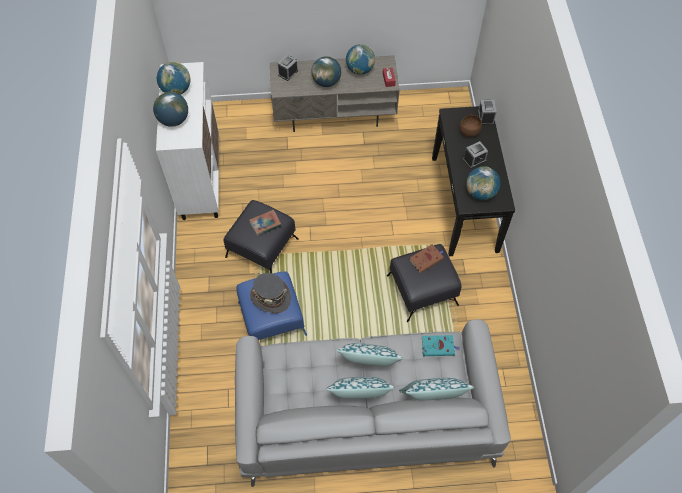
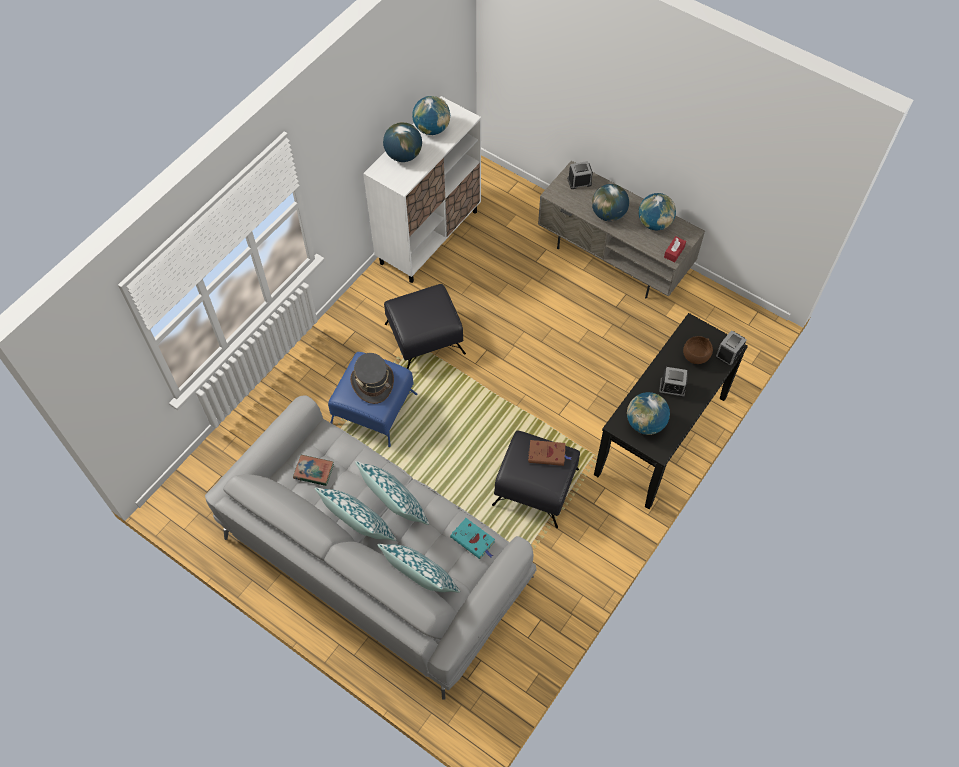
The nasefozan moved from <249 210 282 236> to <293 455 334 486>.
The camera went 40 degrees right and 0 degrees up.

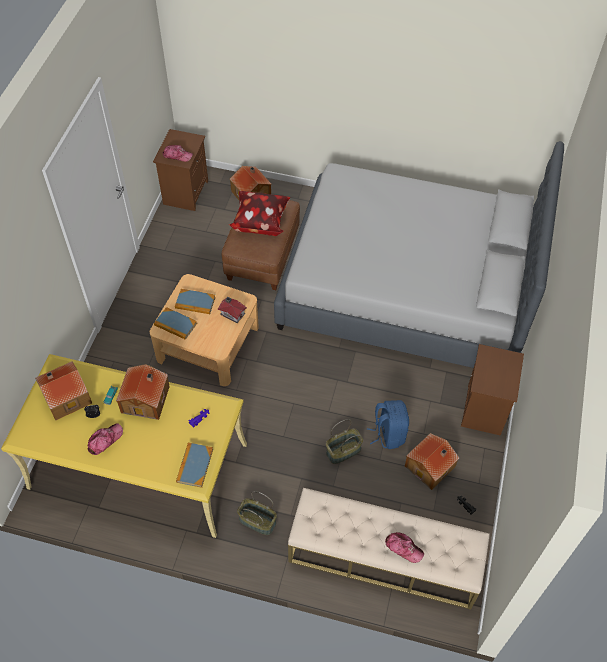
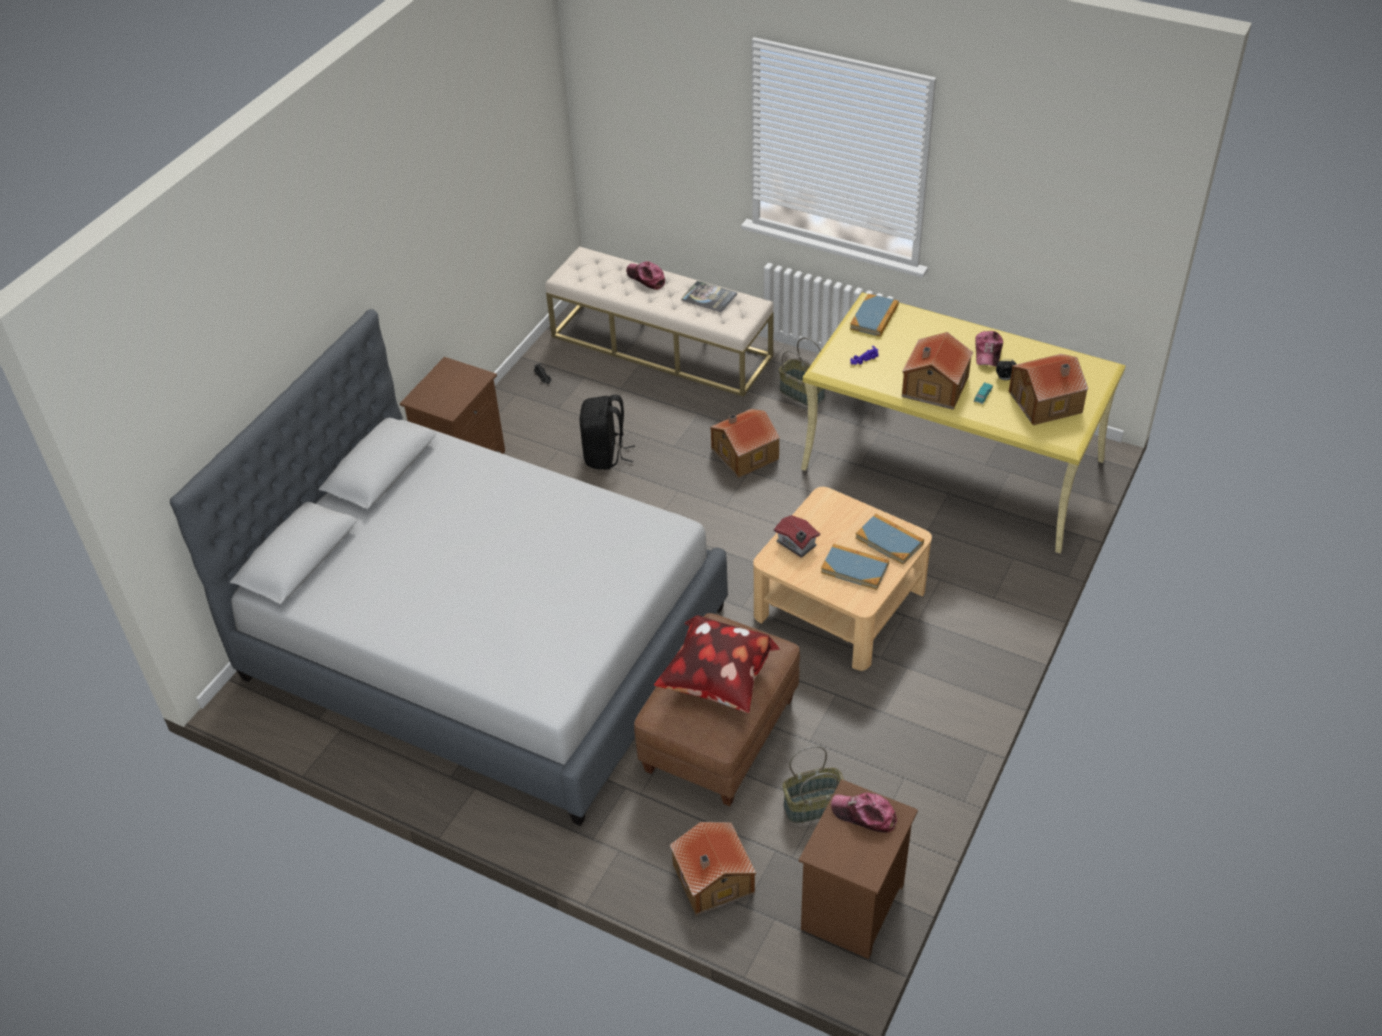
The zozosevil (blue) at <367 400 409 449> became the zozosevil (black) at <580 395 635 470>.
The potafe moved from <326 419 363 464> to <782 746 844 823>.
The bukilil at <88 423 123 455> turned 45 degrees counterclockwise.
The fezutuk moved from <405 433 459 490> to <710 409 780 478>.
The nasefozan at <681 281 737 313> appeared.
The camera went 165 degrees left and 10 degrees down.

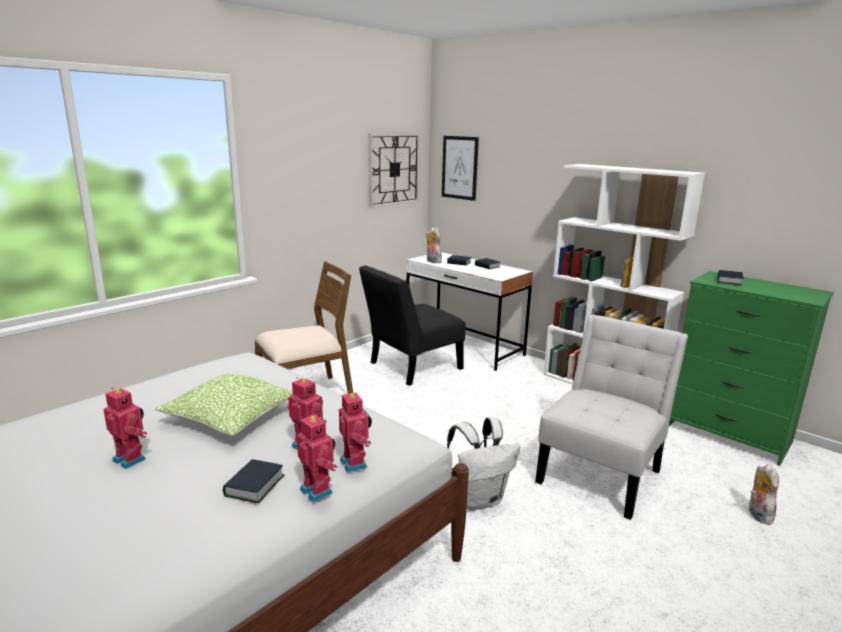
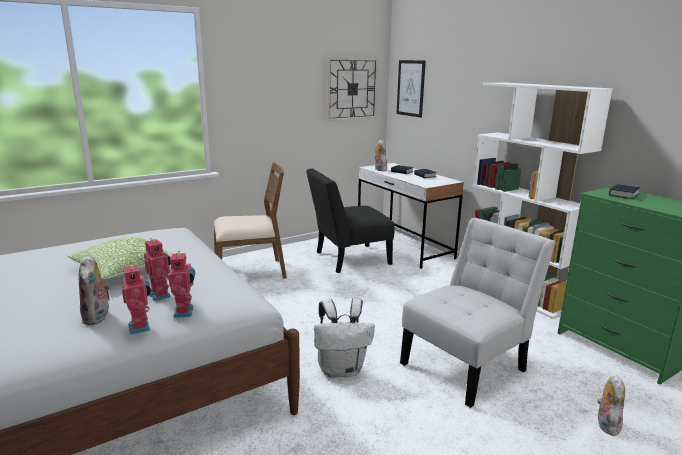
The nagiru at <103 387 147 469> disappeared.
The nasefozan at <223 459 284 503> was replaced by the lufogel at <78 254 110 325>.
The camera went 15 degrees right and 0 degrees up.

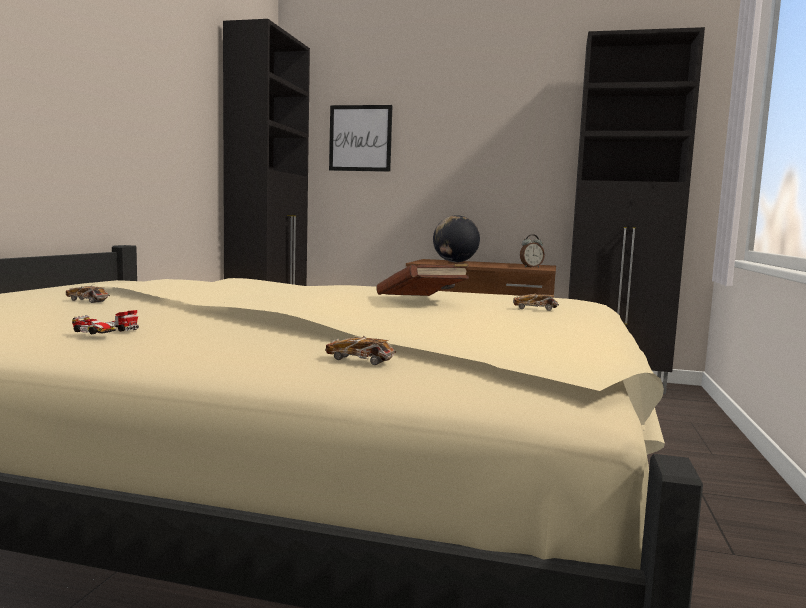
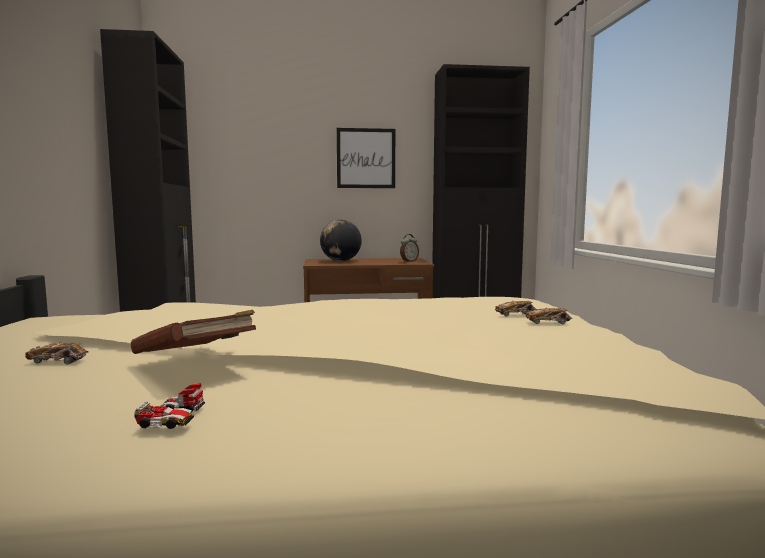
The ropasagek moved from <329 105 393 172> to <337 128 395 188>.
The nasefozan (brown) moved from <376 263 469 296> to <131 310 256 354>.
The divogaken moved from <325 336 397 365> to <526 307 572 324>.
The camera went 20 degrees left and 0 degrees up.

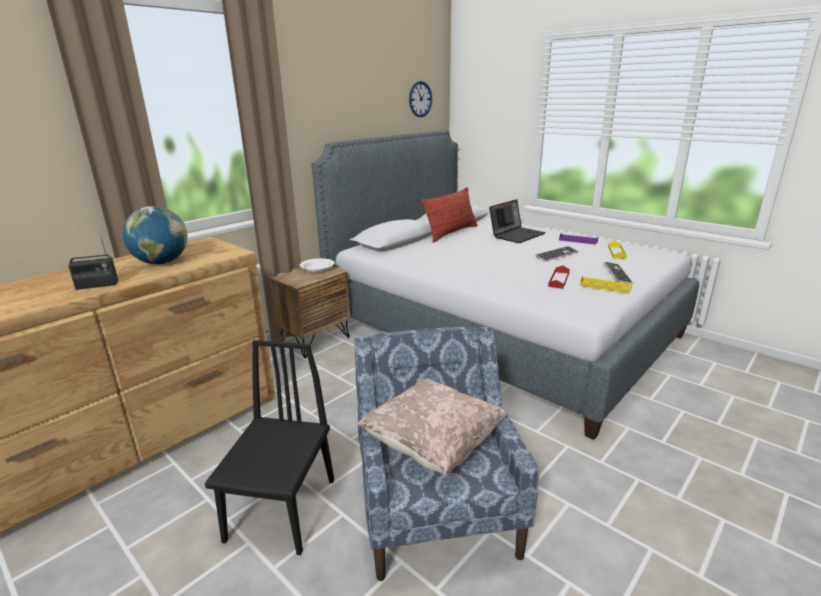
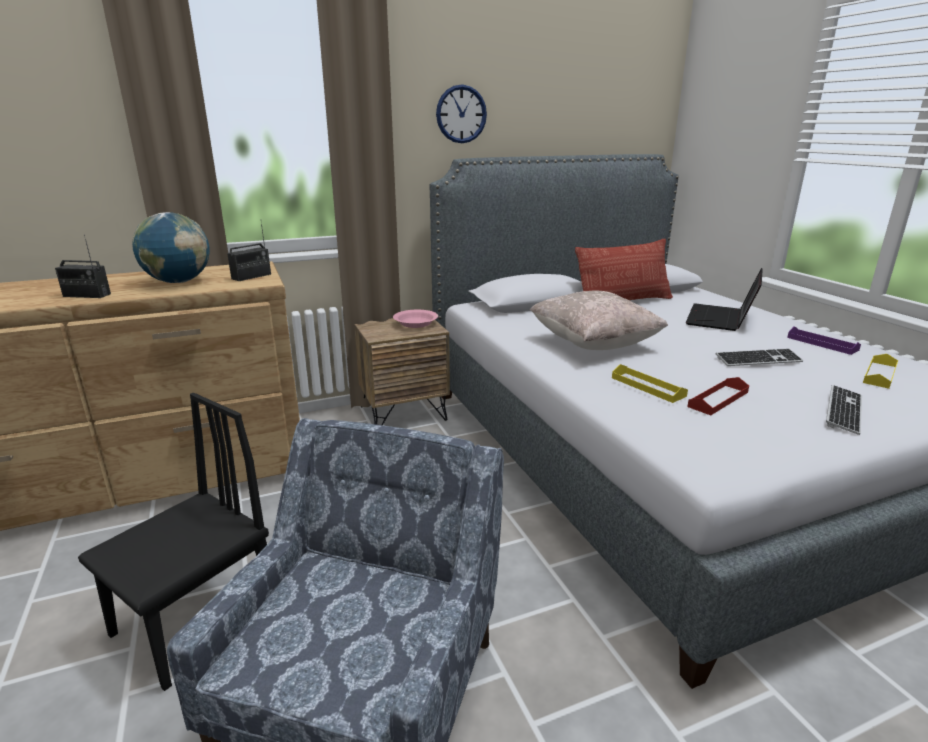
The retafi moved from <409 81 432 117> to <436 84 487 143>.
The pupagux at <489 199 546 243> turned 135 degrees clockwise.
The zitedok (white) at <300 258 335 273> became the zitedok (pink) at <393 310 438 328>.
The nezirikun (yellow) moved from <580 276 632 293> to <612 364 688 403>.
The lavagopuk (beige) moved from <358 379 508 476> to <530 290 668 350>.
The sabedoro at <227 223 271 281> appeared.
The camera went 25 degrees right and 0 degrees up.

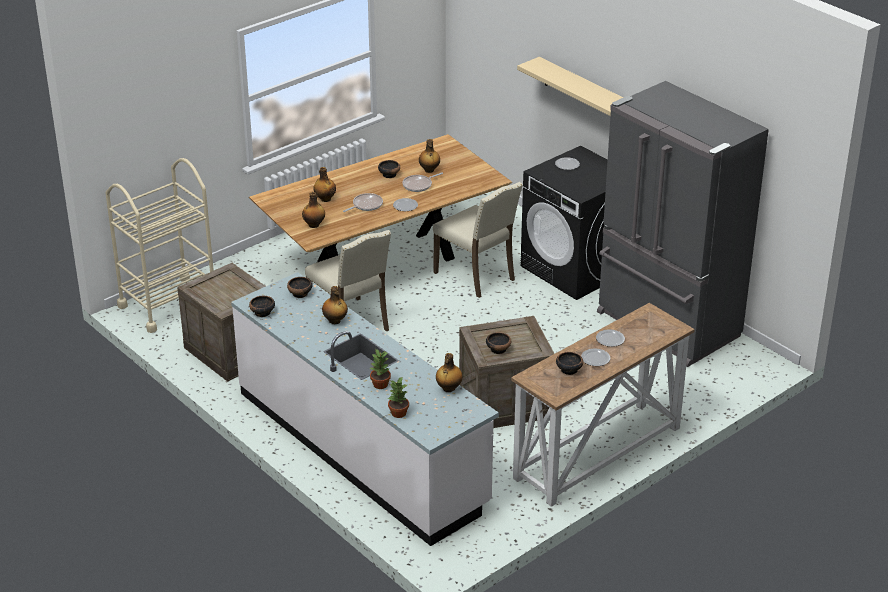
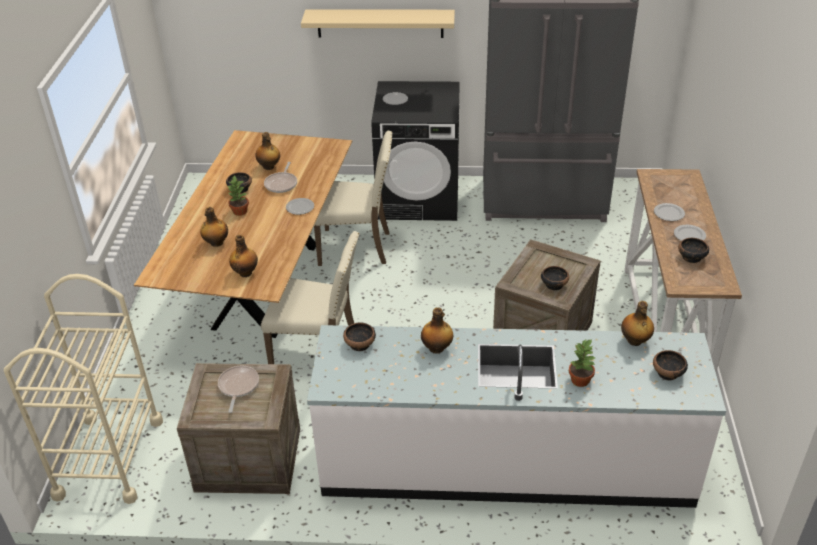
The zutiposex moved from <343 193 383 212> to <218 366 259 413>.
The zitedok moved from <249 296 275 317> to <653 350 688 380>.
The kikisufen moved from <388 376 409 418> to <228 175 249 216>.
The camera went 45 degrees left and 5 degrees up.

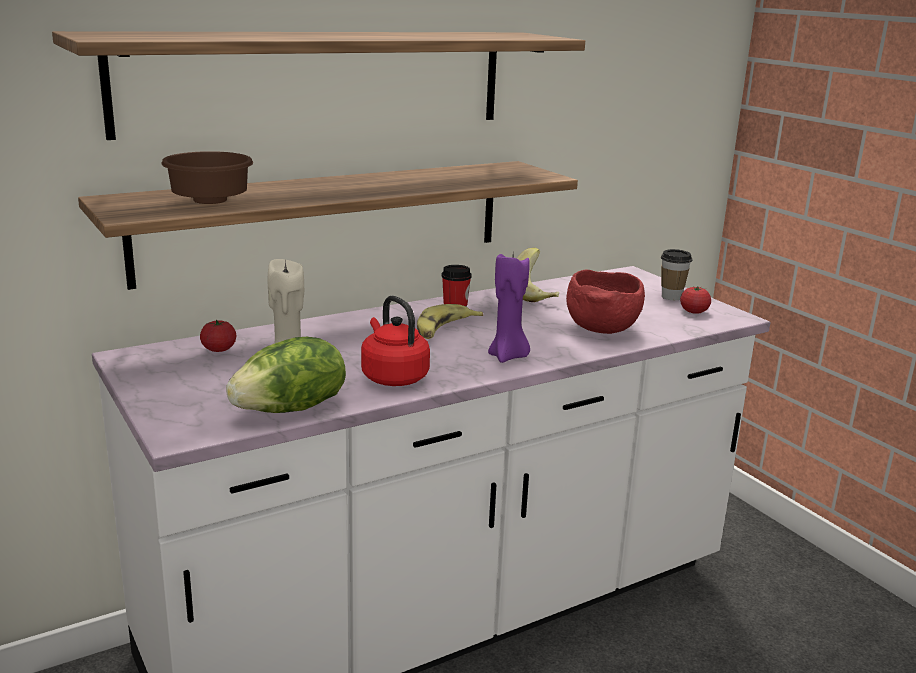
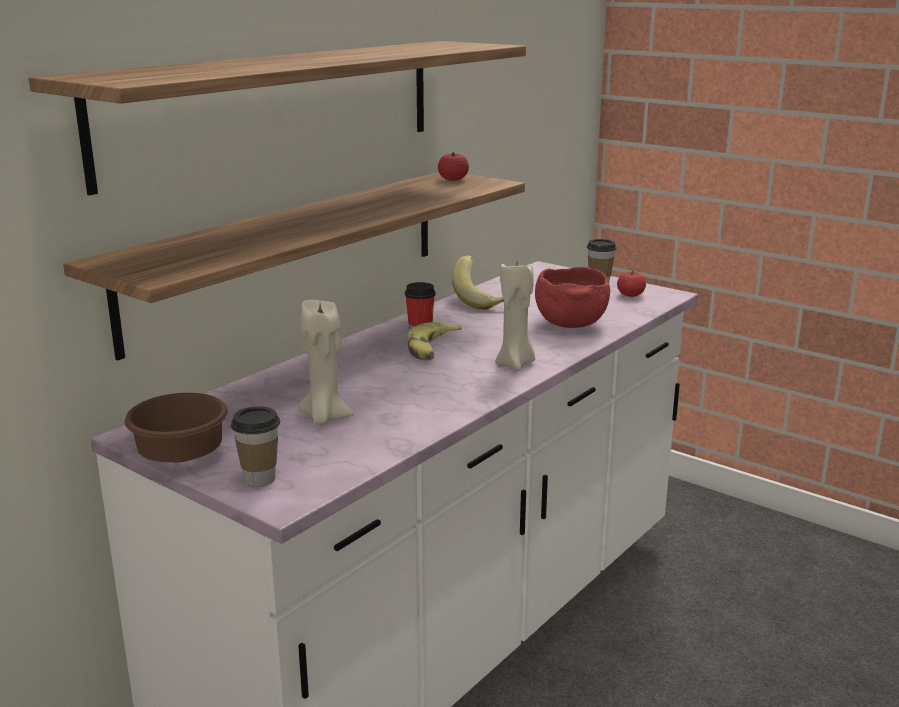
The zitedok (brown) moved from <161 151 253 204> to <125 393 228 462>.
The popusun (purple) at <488 250 530 363> became the popusun (beige) at <496 262 535 371>.
The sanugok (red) at <361 296 430 386> disappeared.
The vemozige moved from <200 320 236 352> to <438 151 469 181>.
The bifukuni at <226 337 346 413> disappeared.
The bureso at <231 406 280 487> appeared.
The camera went 20 degrees left and 0 degrees up.

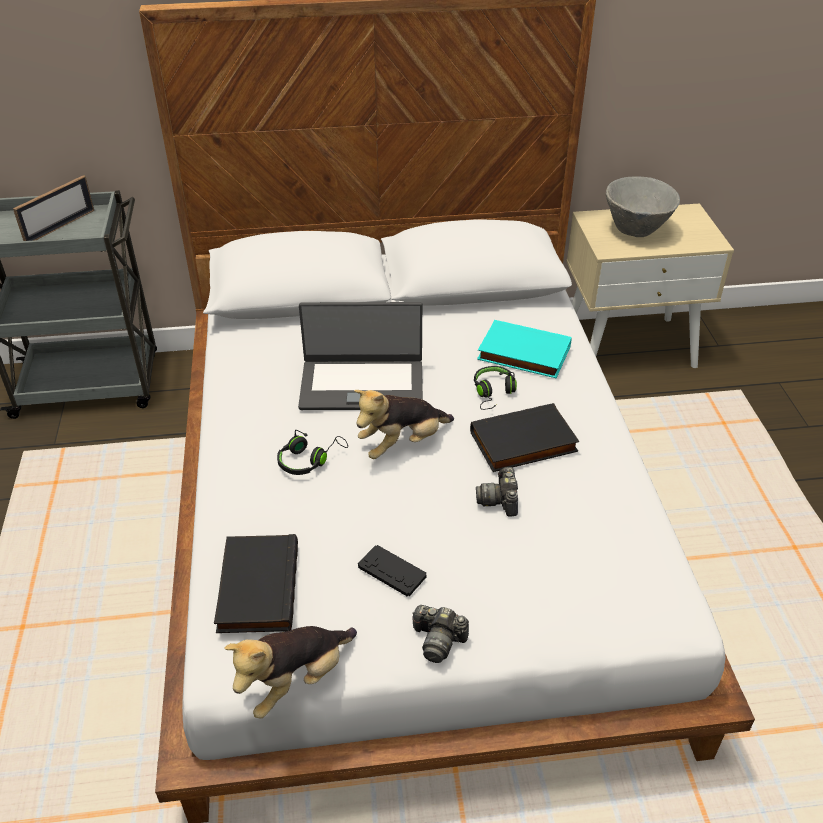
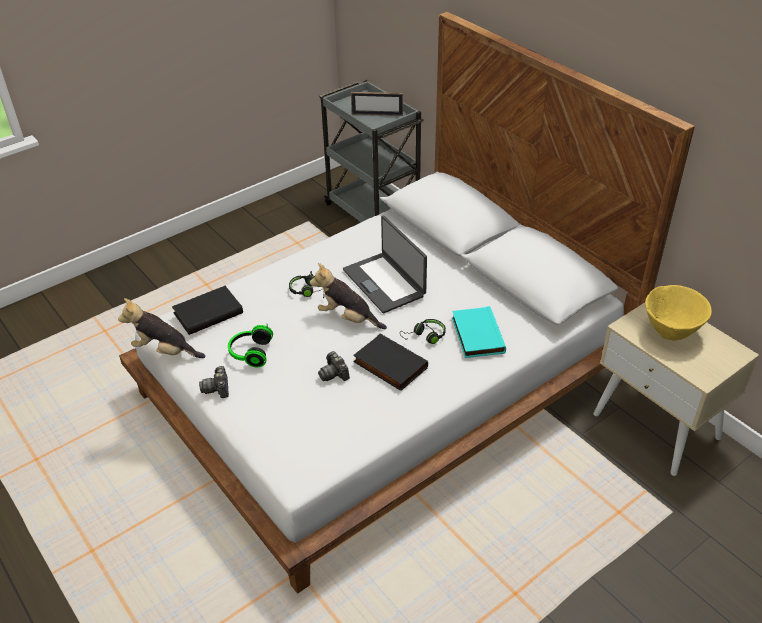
The zitedok (grey) at <606 177 680 237> became the zitedok (yellow) at <645 285 712 341>.
The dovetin at <476 467 518 517> turned 90 degrees counterclockwise.
The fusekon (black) at <358 545 427 596> was replaced by the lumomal at <228 323 273 367>.
The camera went 60 degrees right and 0 degrees up.

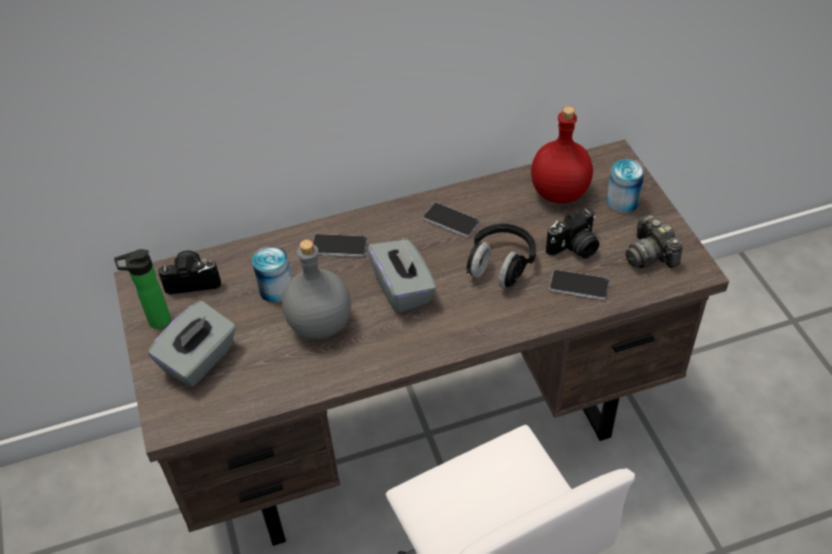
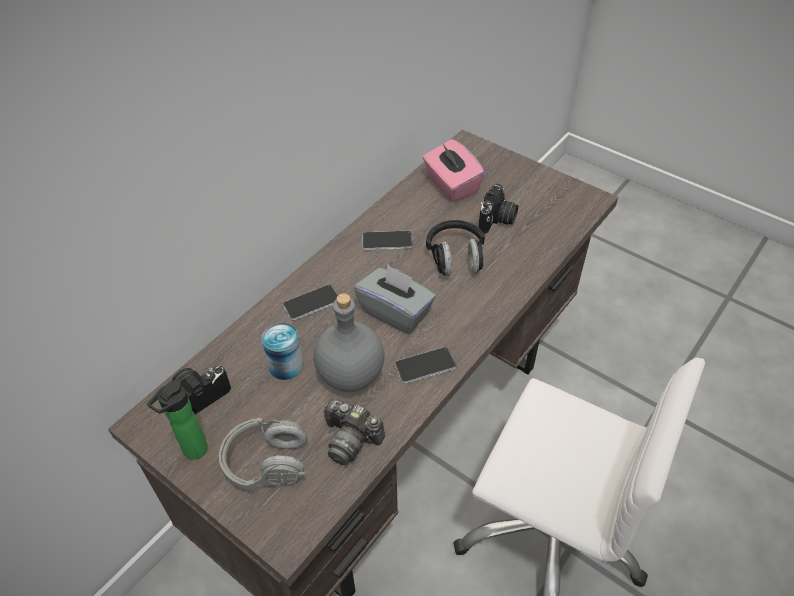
The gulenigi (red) at <531 106 593 203> was replaced by the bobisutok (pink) at <423 139 485 202>.
The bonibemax at <607 159 645 213> disappeared.
The dovetin moved from <626 215 682 268> to <324 399 385 465>.
The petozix moved from <549 270 610 300> to <394 347 457 384>.
The bobisutok (grey) at <148 301 236 387> was replaced by the lumomal (grey) at <219 418 307 491>.
The camera went 35 degrees left and 0 degrees up.

